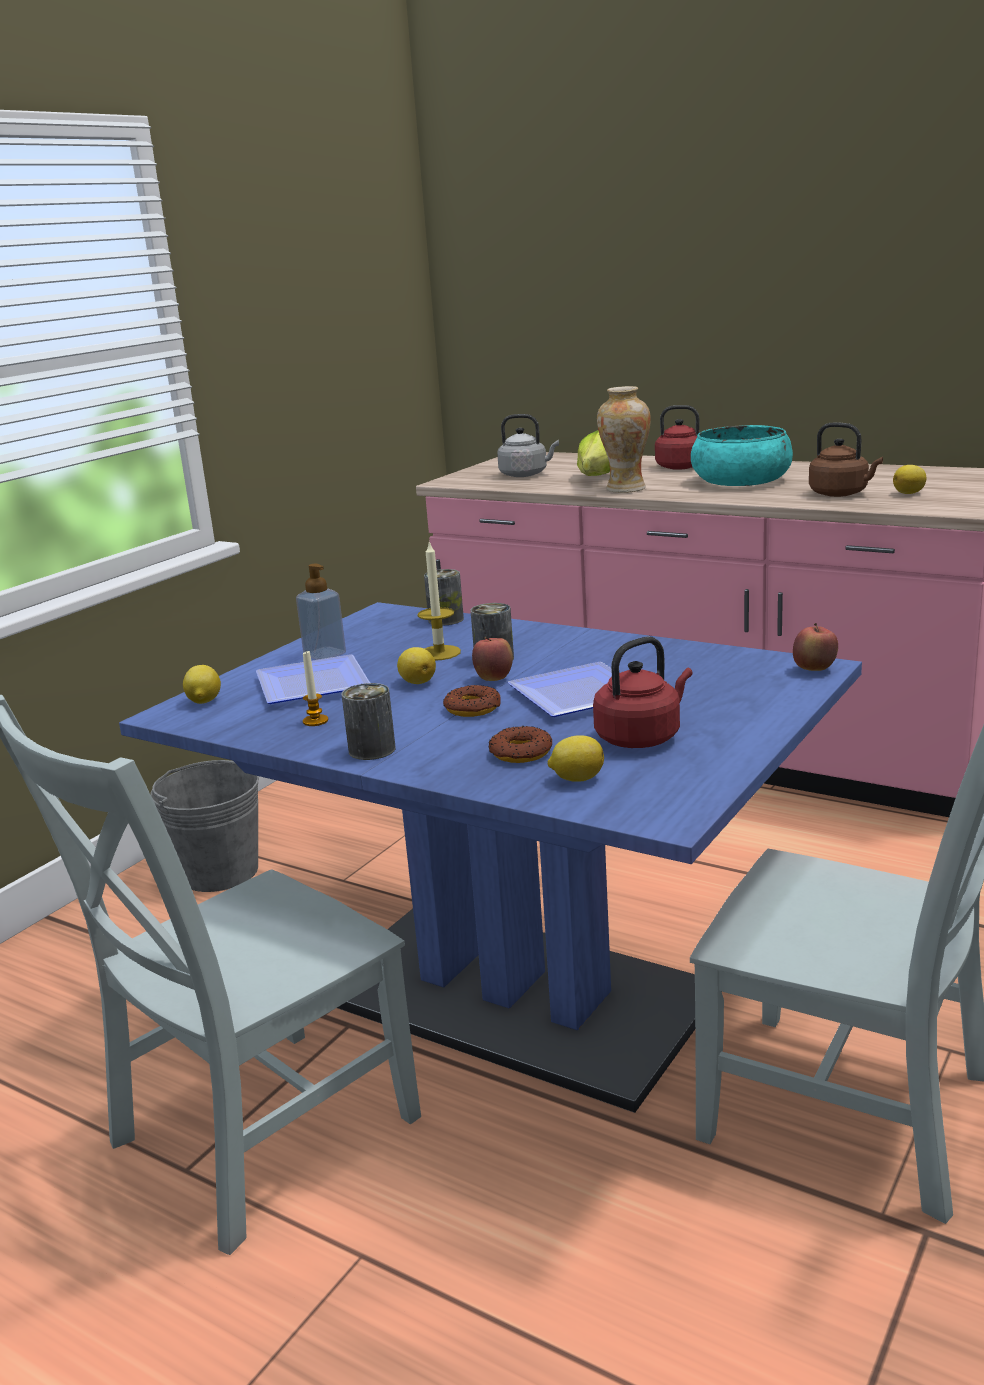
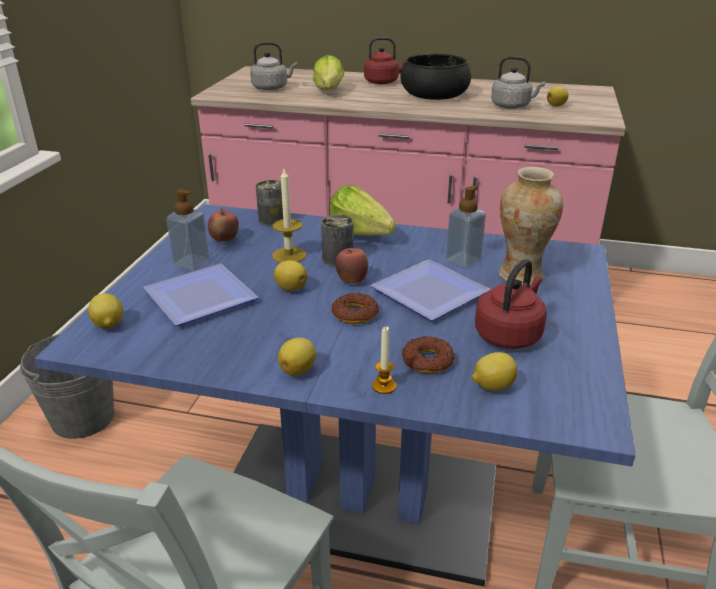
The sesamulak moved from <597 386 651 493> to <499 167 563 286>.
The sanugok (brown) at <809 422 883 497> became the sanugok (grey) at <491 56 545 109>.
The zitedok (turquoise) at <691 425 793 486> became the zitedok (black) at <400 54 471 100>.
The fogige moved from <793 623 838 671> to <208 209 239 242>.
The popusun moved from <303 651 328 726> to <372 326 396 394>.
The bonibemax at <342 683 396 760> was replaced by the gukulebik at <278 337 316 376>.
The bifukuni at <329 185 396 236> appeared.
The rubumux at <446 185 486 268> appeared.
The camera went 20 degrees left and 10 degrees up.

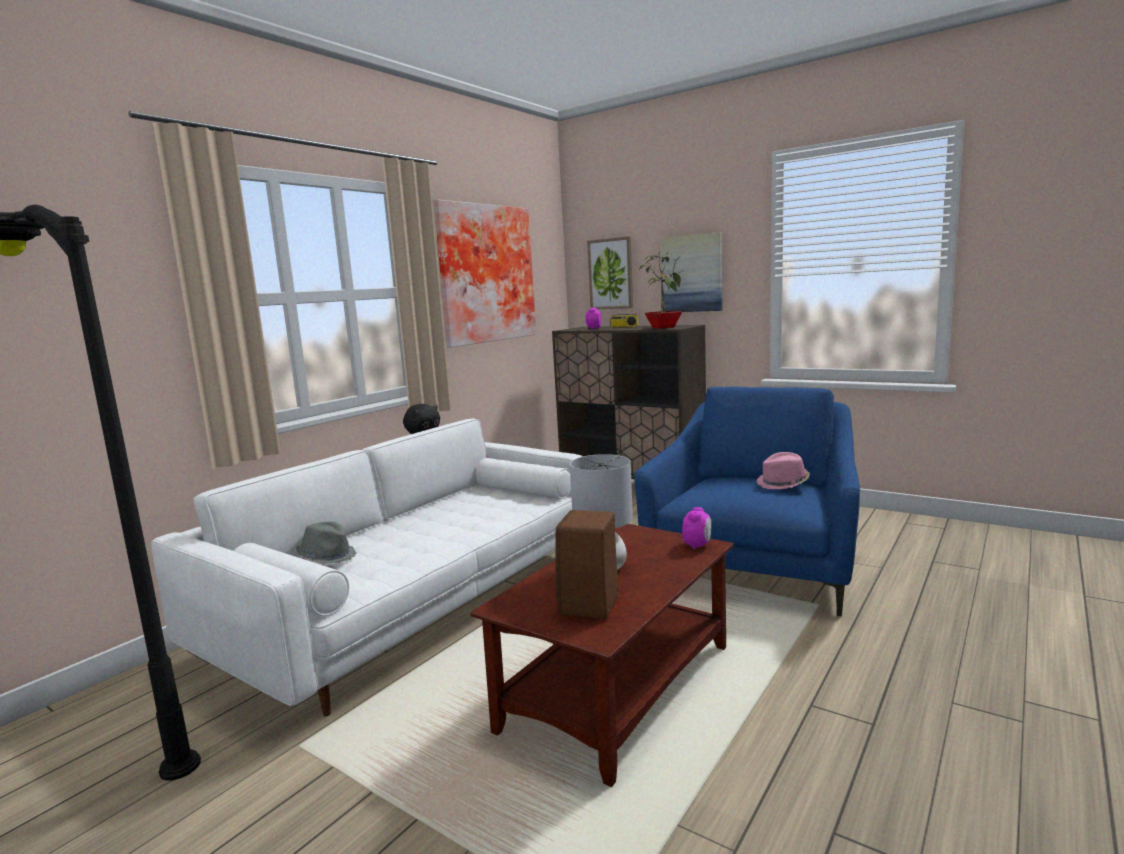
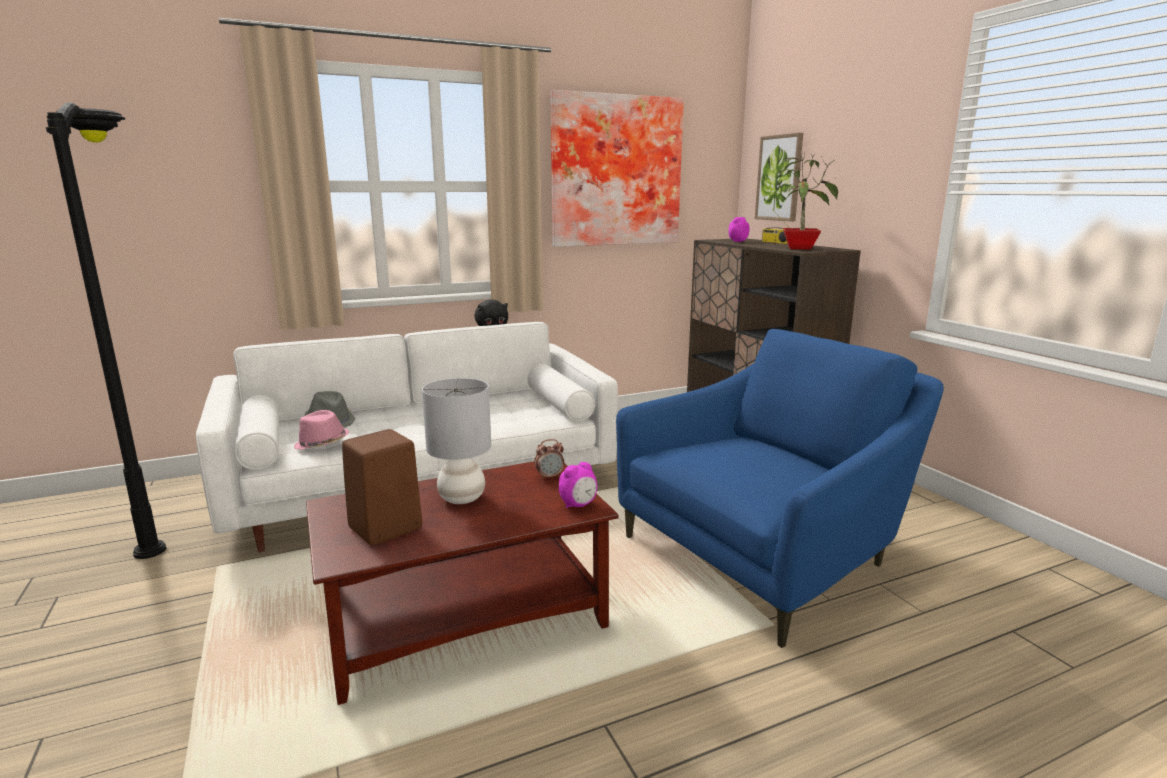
The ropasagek at <660 232 722 312> disappeared.
The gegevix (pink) moved from <757 452 810 489> to <294 410 349 450>.
The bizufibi at <534 439 564 480> appeared.
The camera went 30 degrees right and 5 degrees up.

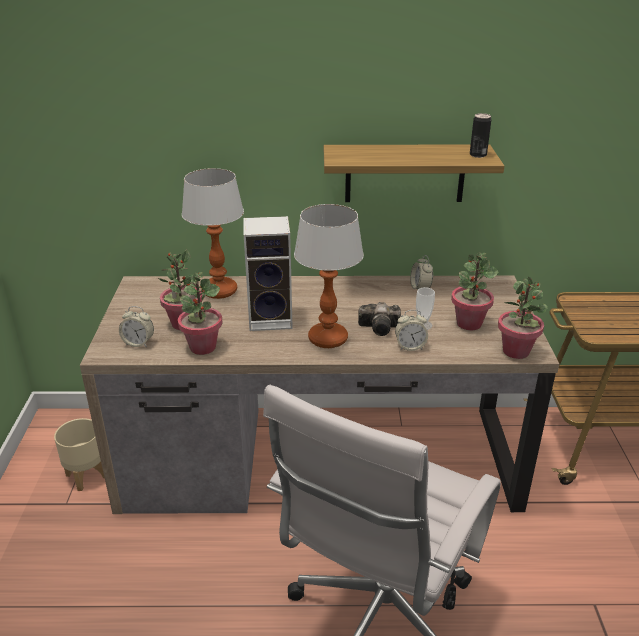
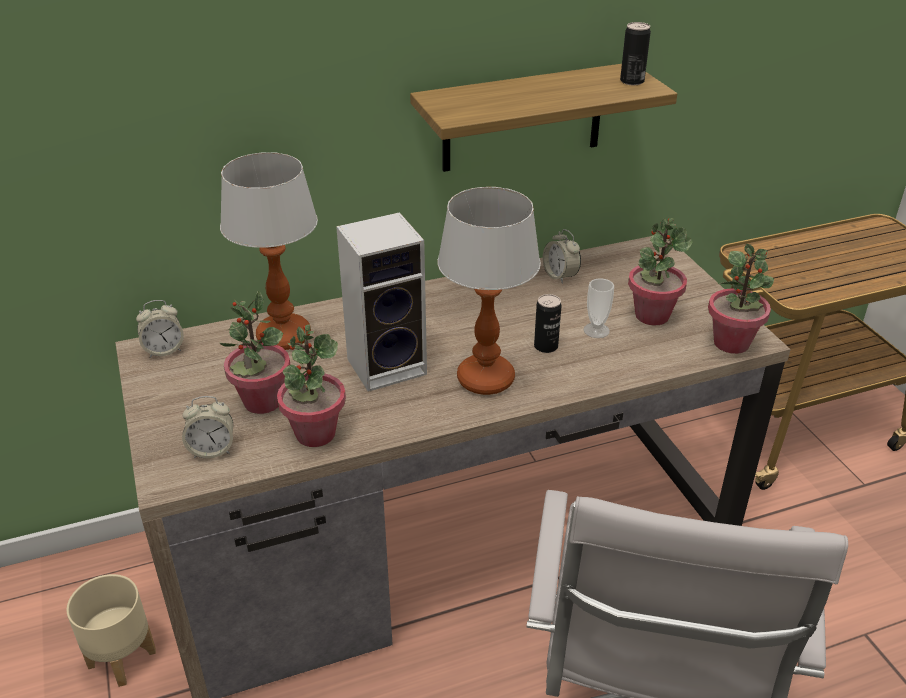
The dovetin at <358 302 401 336> was replaced by the bonibemax at <534 294 562 353>.
The bizufibi moved from <395 310 428 351> to <136 300 184 358>.
The camera went 20 degrees left and 5 degrees up.

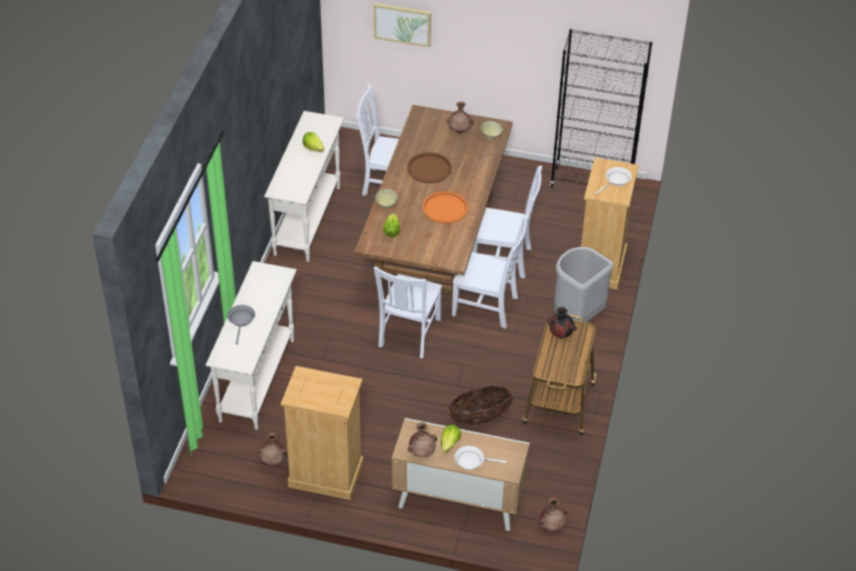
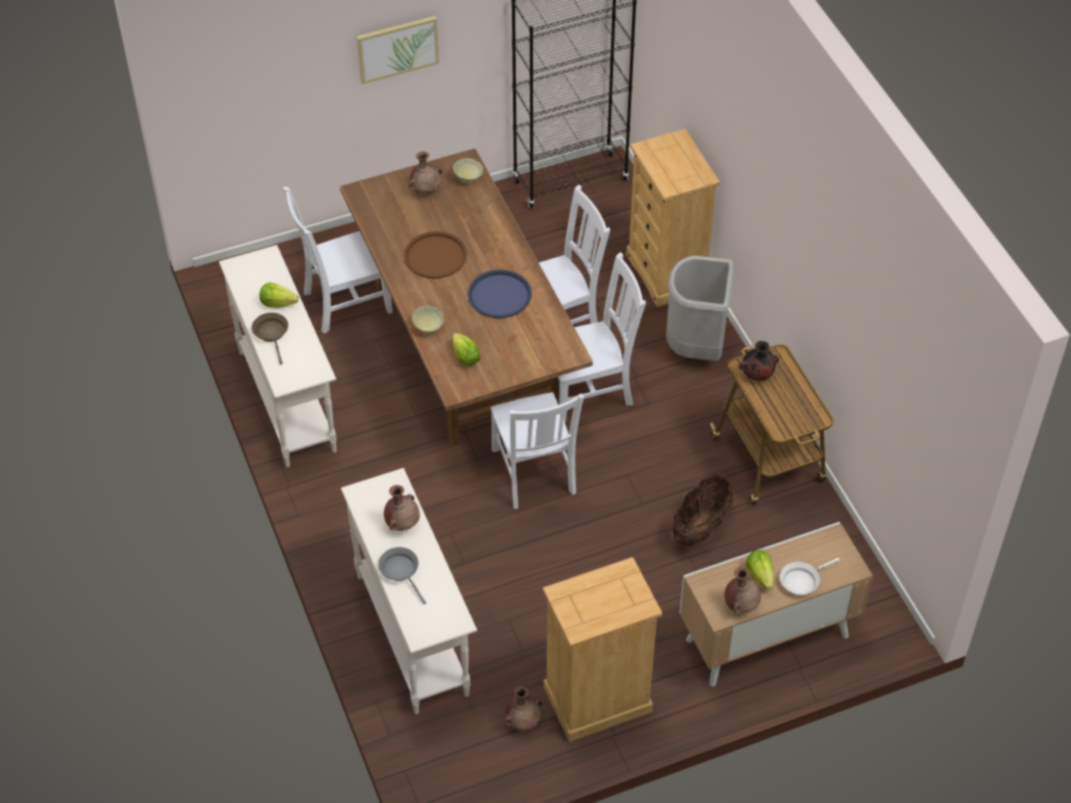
The ropasagek moved from <374 3 431 47> to <357 16 439 84>.
The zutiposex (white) at <596 167 632 194> disappeared.
The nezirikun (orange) at <423 191 468 224> became the nezirikun (blue) at <468 270 532 318>.
The sesamulak (brown) moved from <539 497 567 531> to <384 485 420 531>.
The zutiposex (brown) at <252 313 288 364> appeared.
The camera went 35 degrees left and 5 degrees up.

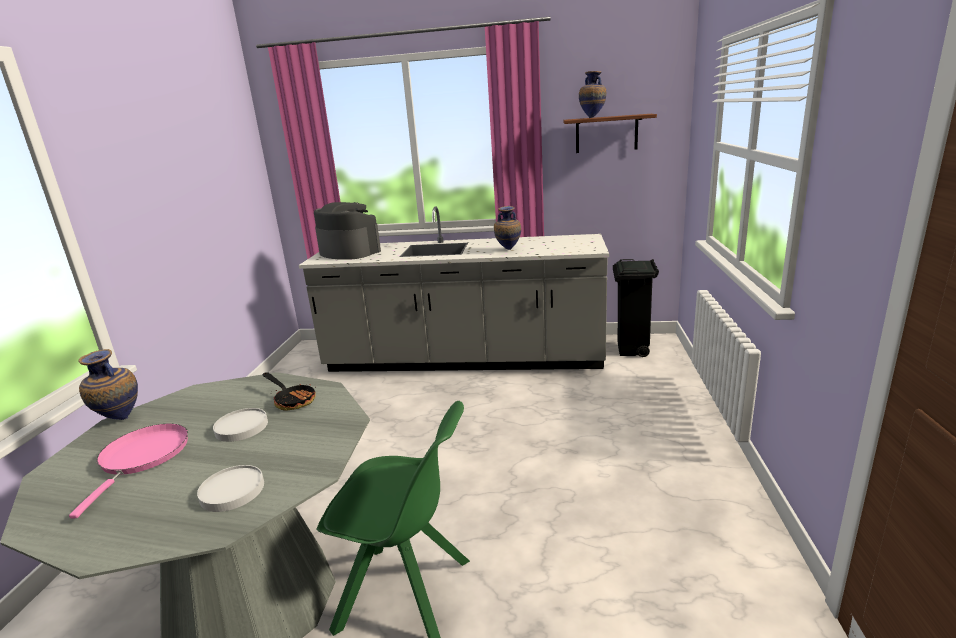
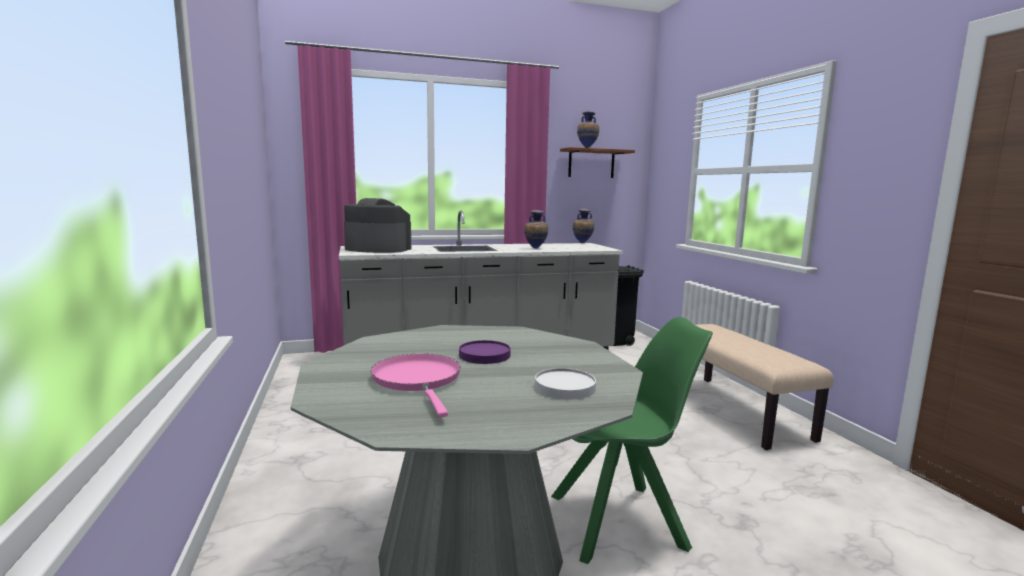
The sesamulak moved from <78 349 138 420> to <573 209 594 243>.
The zutiposex at <262 372 316 411> disappeared.
The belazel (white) at <213 408 268 442> became the belazel (purple) at <459 340 511 364>.
The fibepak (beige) at <696 324 834 450> appeared.
The camera went 25 degrees left and 10 degrees down.

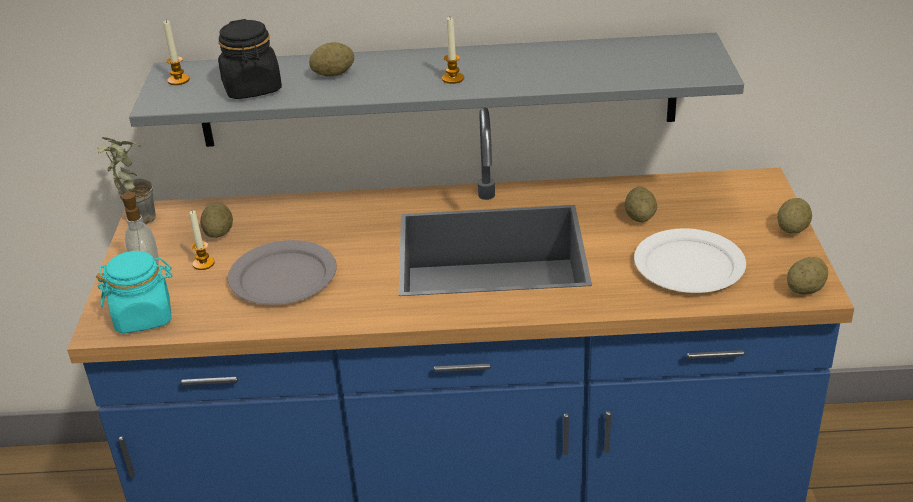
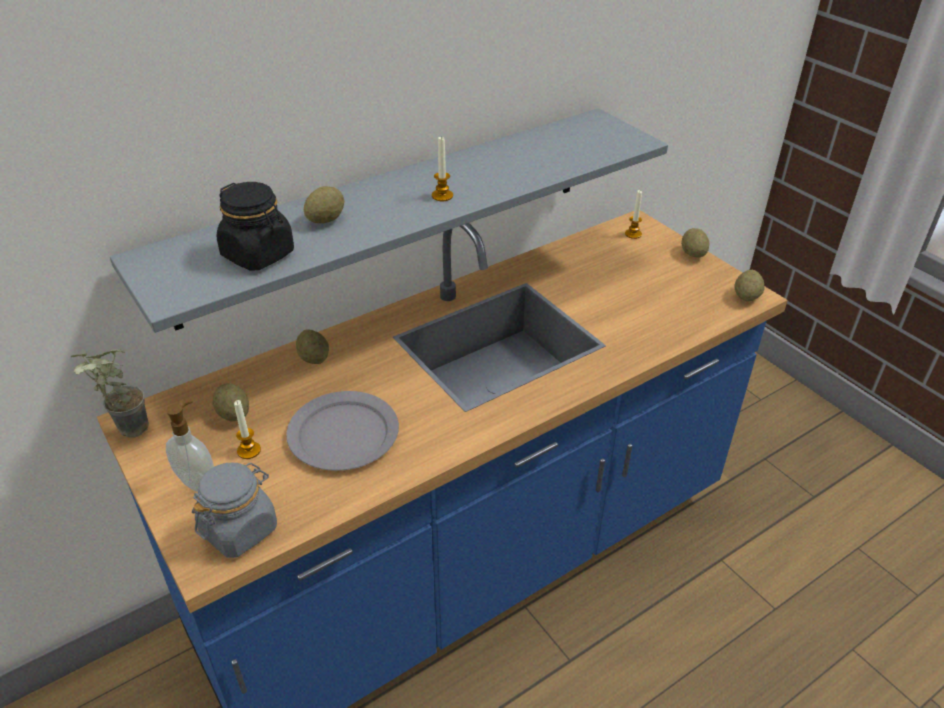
The popusun moved from <163 20 190 85> to <625 190 642 239>.
The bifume moved from <624 186 657 223> to <296 330 329 364>.
The belazel (white) at <634 228 746 293> disappeared.
The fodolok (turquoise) at <96 251 173 334> became the fodolok (grey) at <192 463 277 558>.
The camera went 35 degrees left and 5 degrees up.

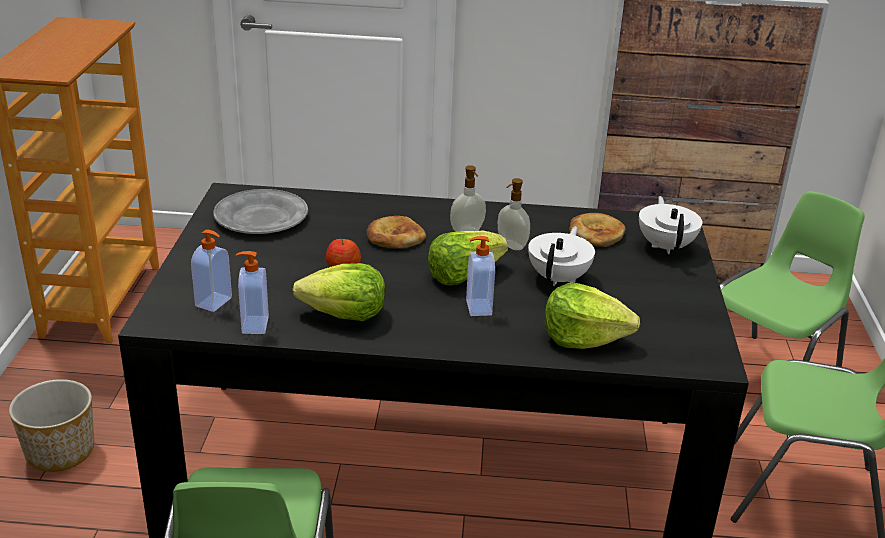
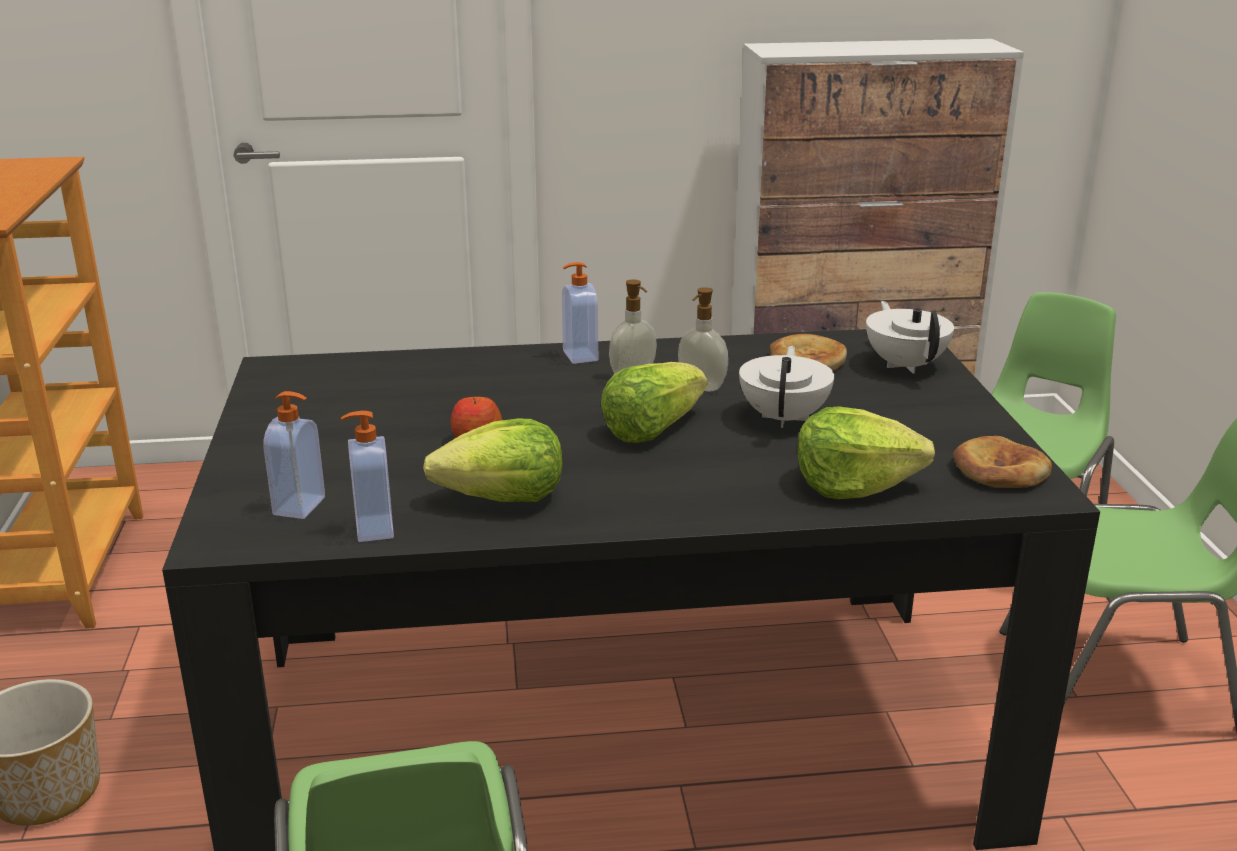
The belazel (grey) at <213 189 308 234> disappeared.
The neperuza moved from <367 216 426 249> to <953 436 1052 488>.
The rubumux moved from <466 236 495 316> to <562 262 598 364>.
The camera went 10 degrees left and 5 degrees down.

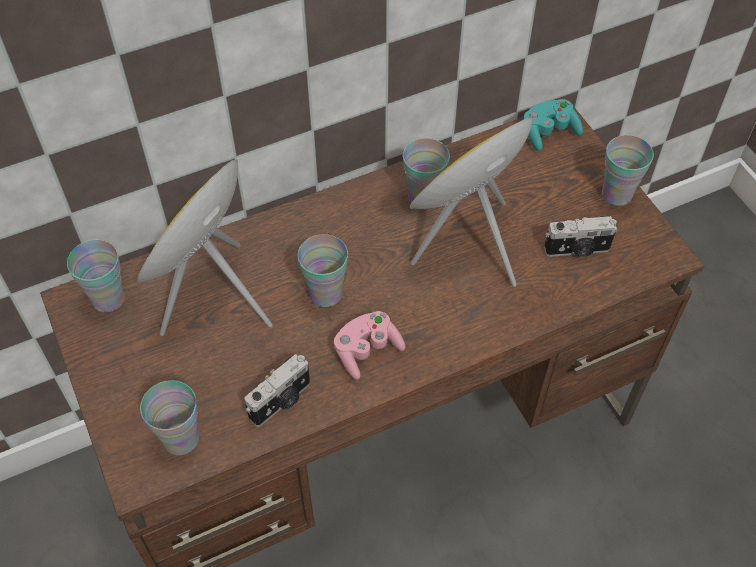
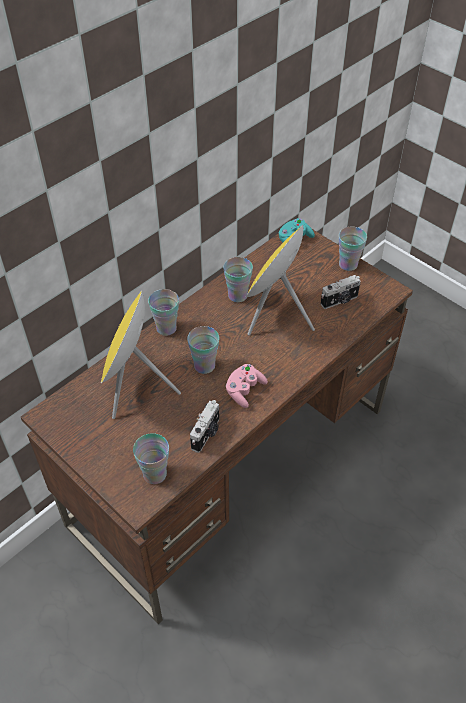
The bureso moved from <67 240 125 312> to <148 289 179 336>.
The camera went 20 degrees left and 5 degrees down.

